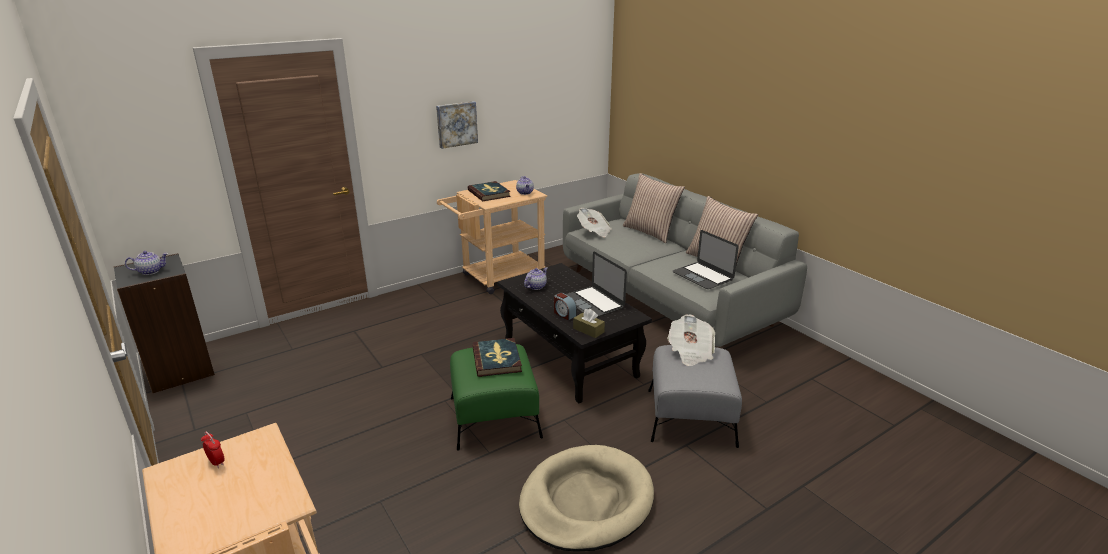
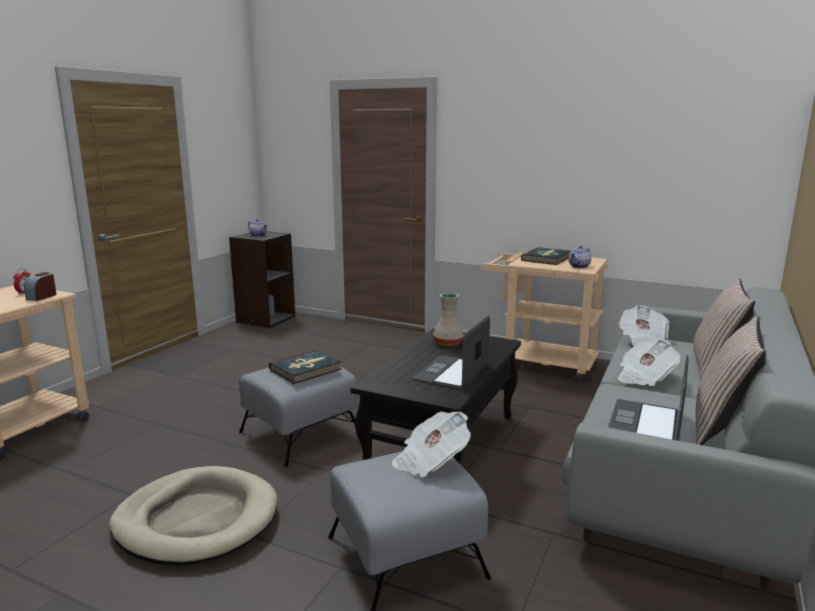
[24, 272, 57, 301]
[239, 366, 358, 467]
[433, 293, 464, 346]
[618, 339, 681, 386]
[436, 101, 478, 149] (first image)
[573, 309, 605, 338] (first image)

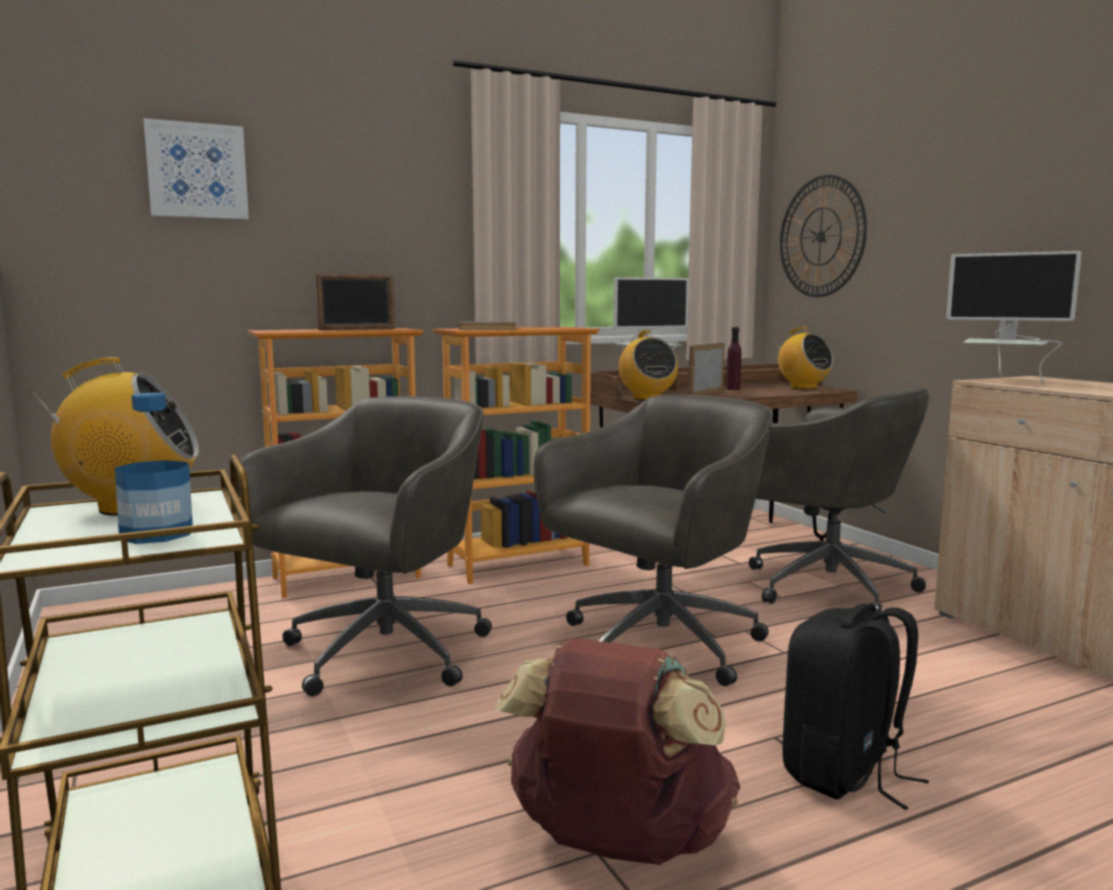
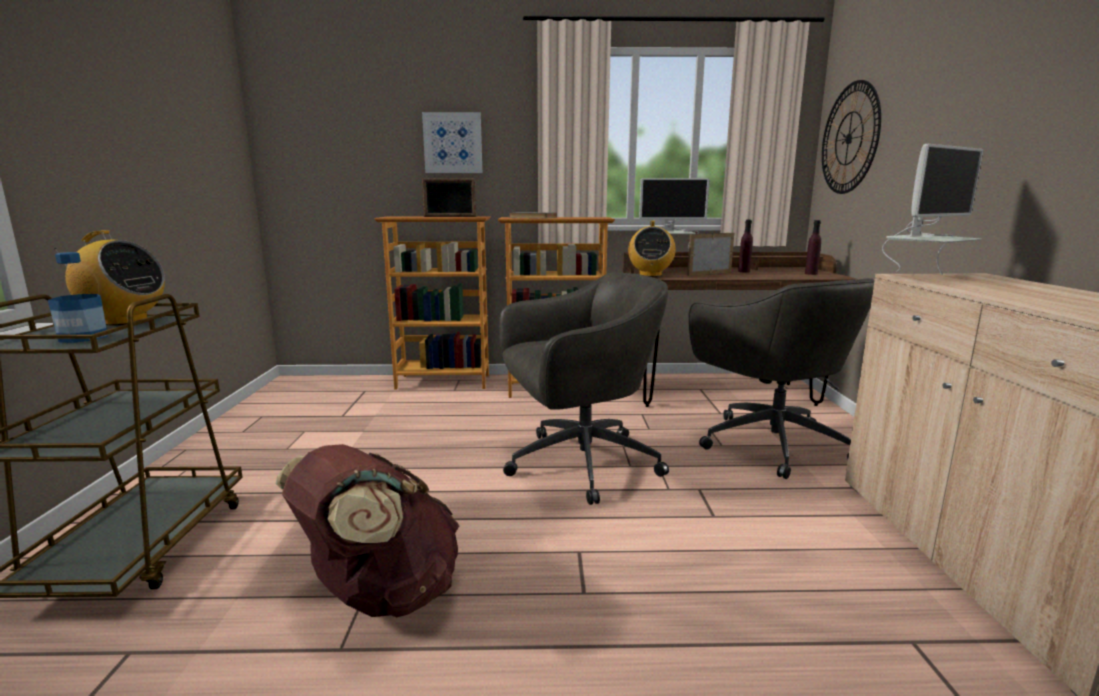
[422, 112, 482, 173]
[805, 220, 821, 275]
[882, 144, 983, 275]
[238, 396, 492, 696] (first image)
[782, 604, 929, 810] (first image)

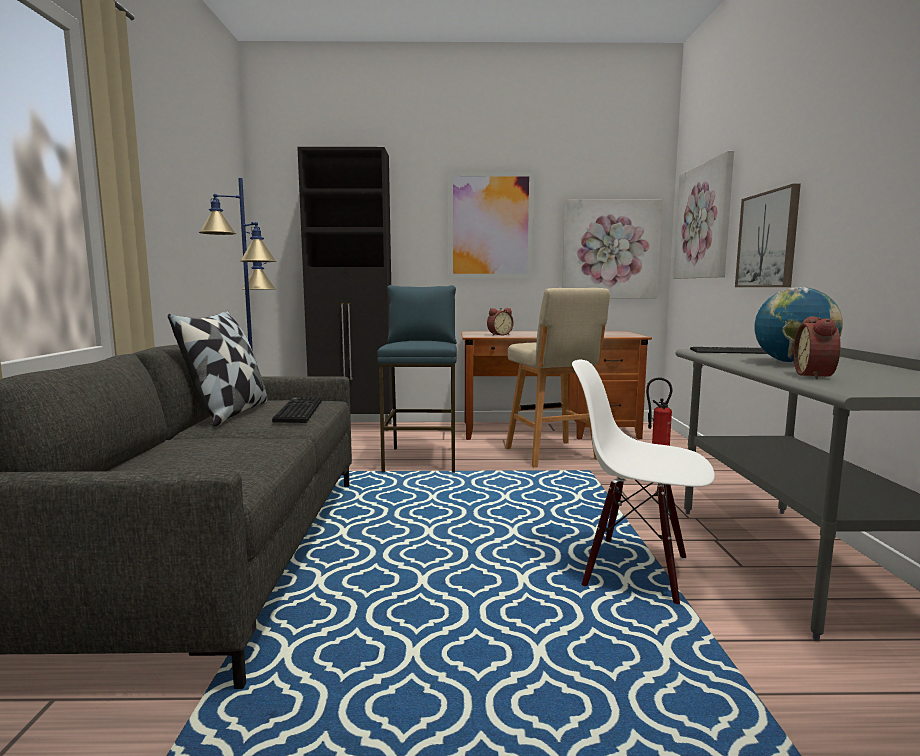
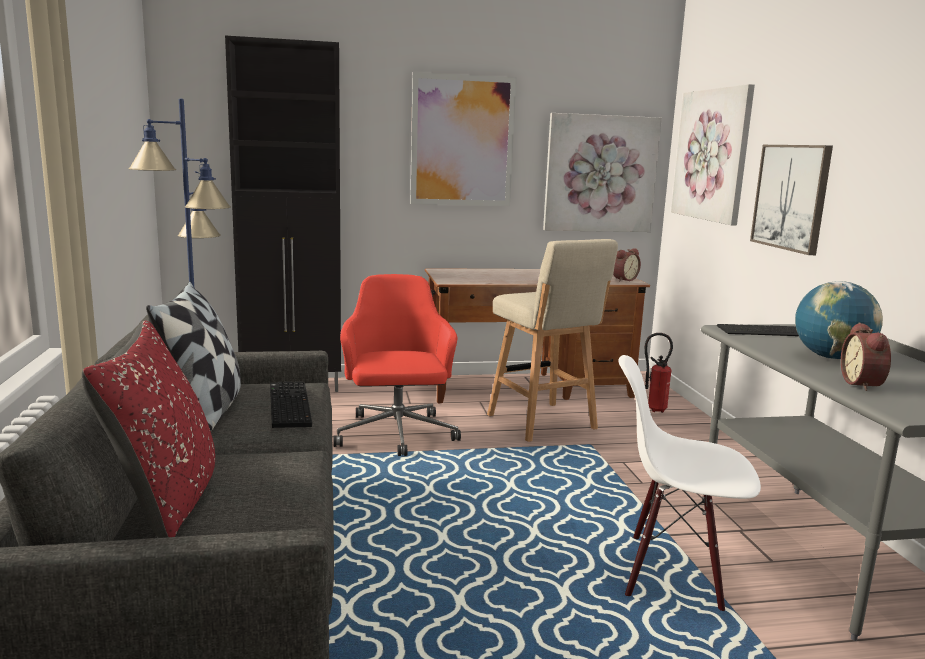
[82, 321, 215, 538]
[333, 274, 461, 456]
[613, 248, 641, 281]

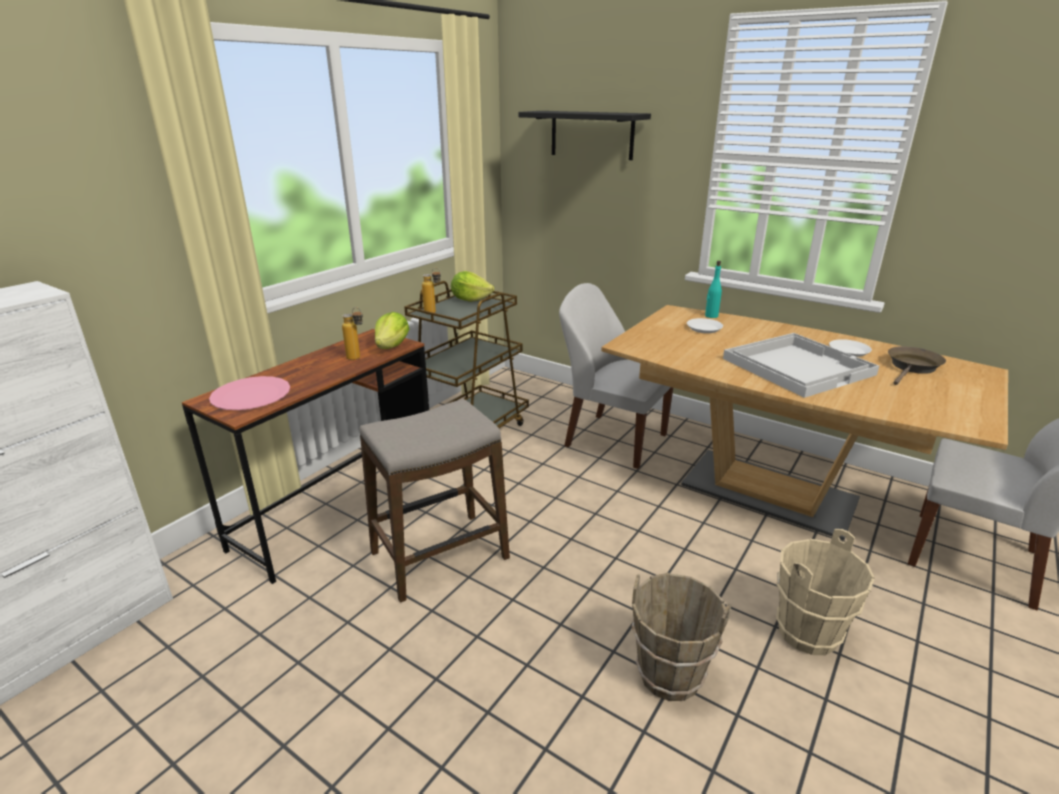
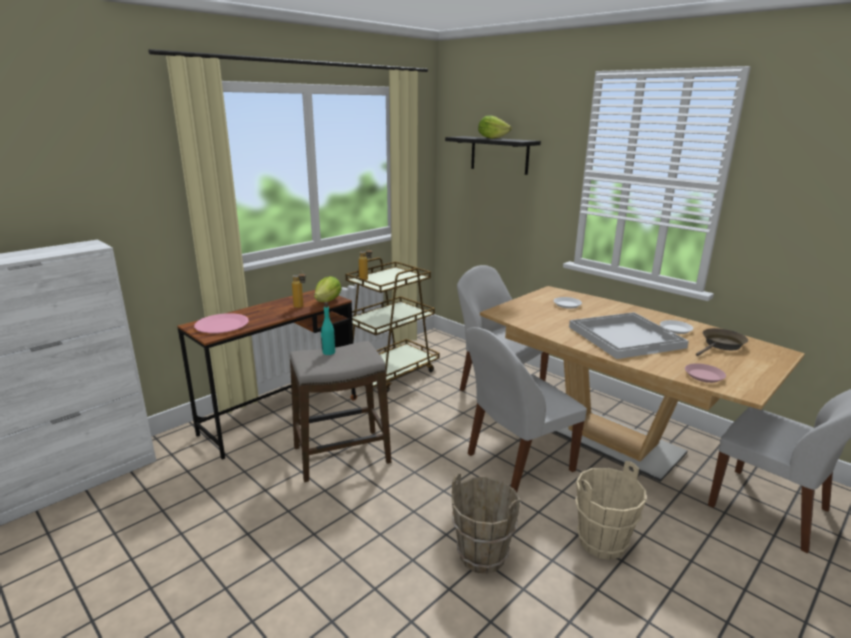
[321, 302, 335, 355]
[465, 327, 587, 492]
[478, 115, 512, 139]
[685, 363, 726, 383]

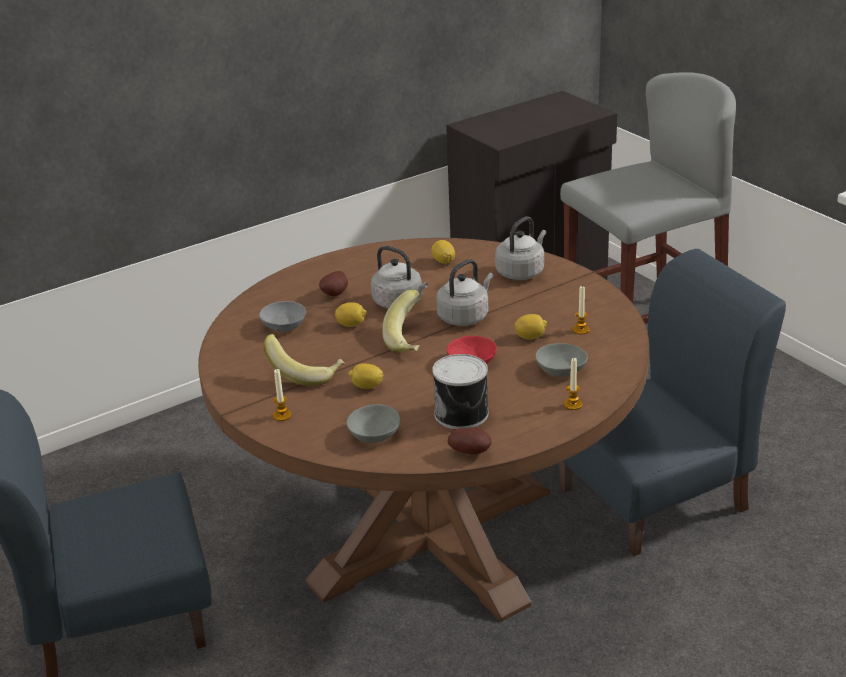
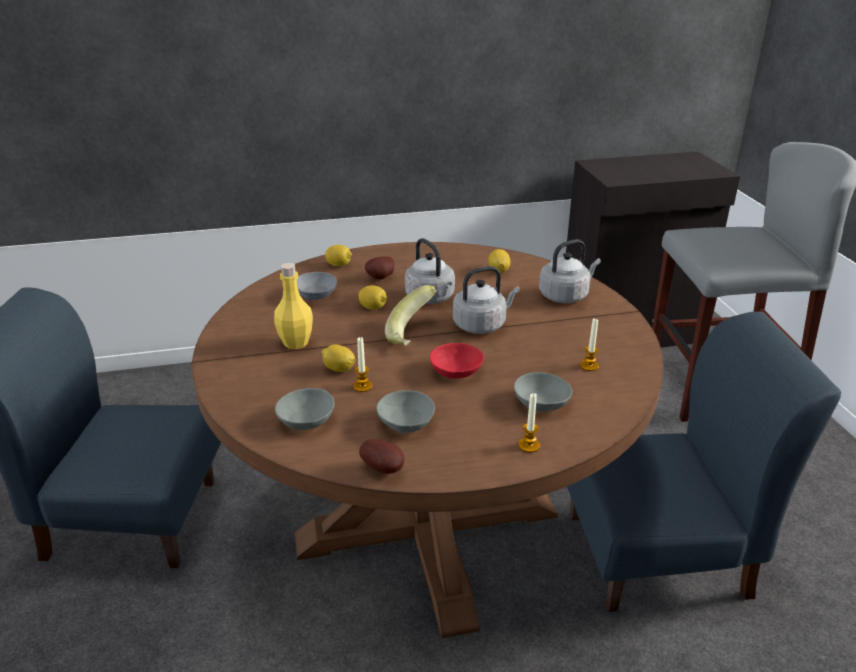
[274, 263, 313, 349]
[325, 245, 352, 266]
[353, 337, 373, 392]
[376, 390, 435, 433]

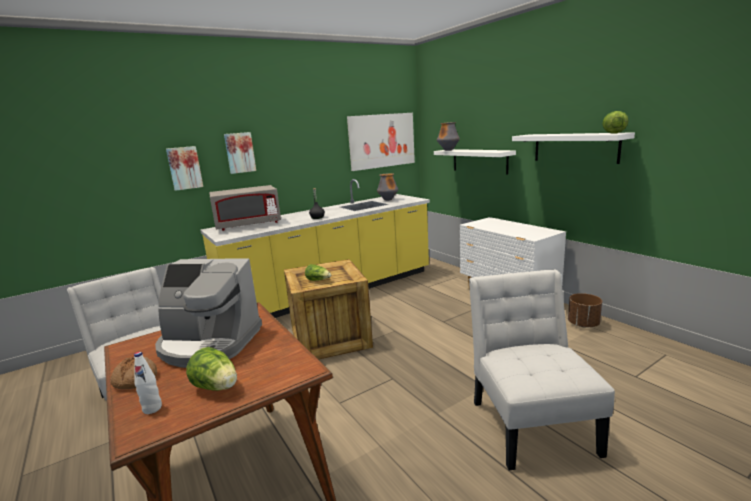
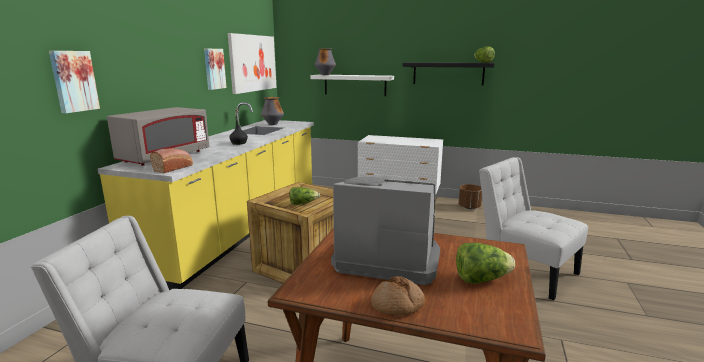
[150, 148, 193, 173]
[204, 49, 227, 90]
[331, 177, 440, 285]
[402, 62, 495, 85]
[134, 352, 162, 414] (first image)

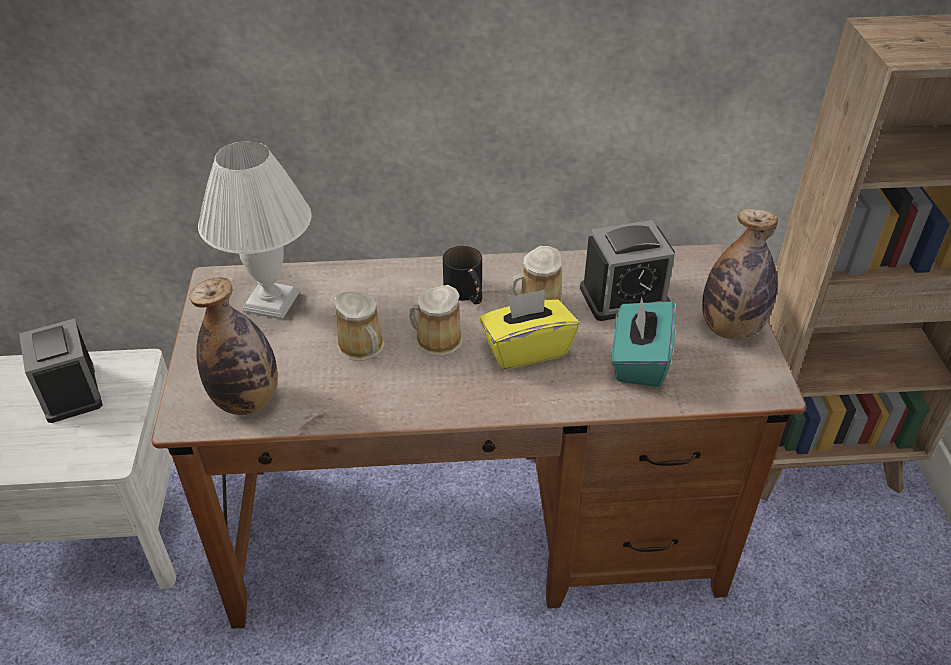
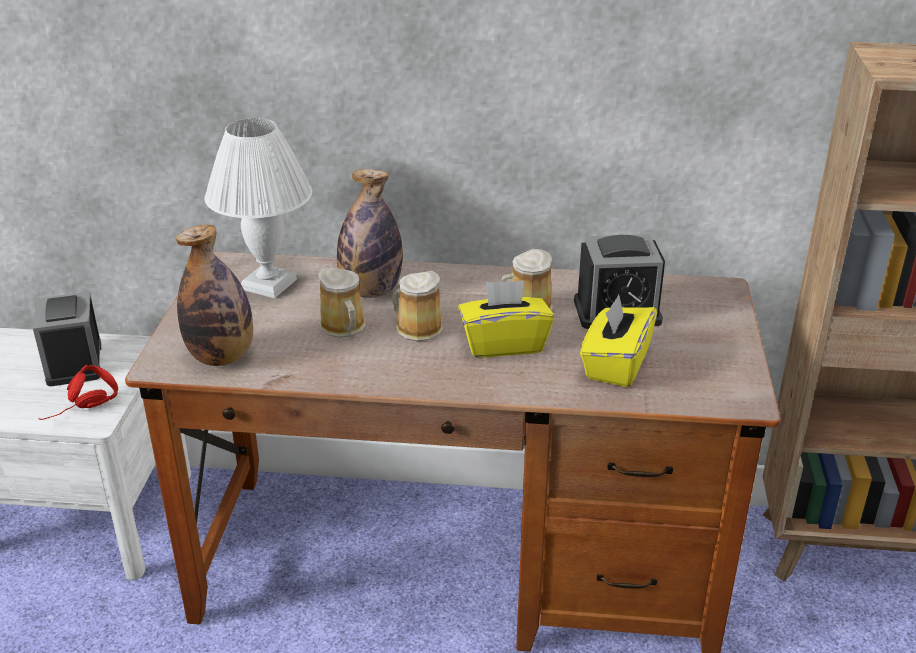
[38, 365, 118, 420]
[337, 169, 403, 298]
[580, 295, 657, 387]
[443, 246, 482, 304] (first image)

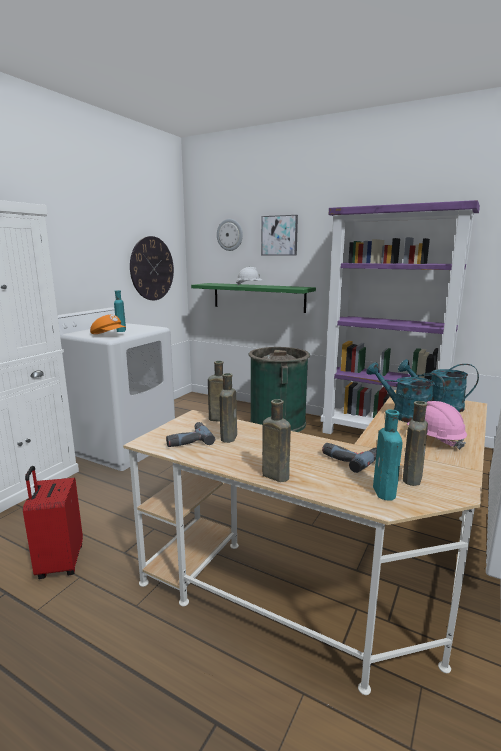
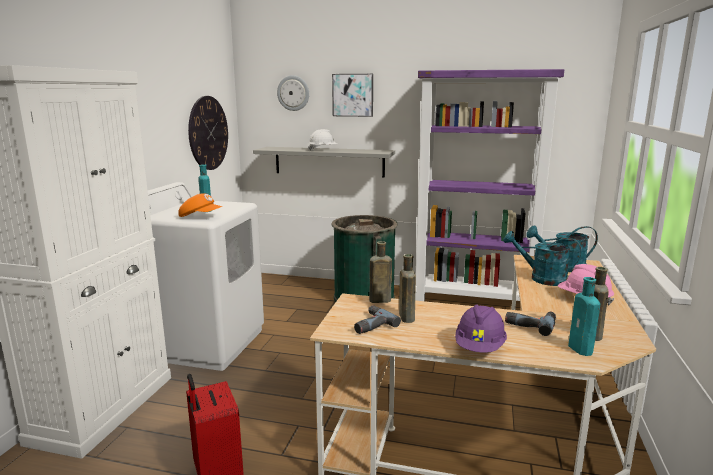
[253, 147, 395, 178]
[455, 304, 507, 353]

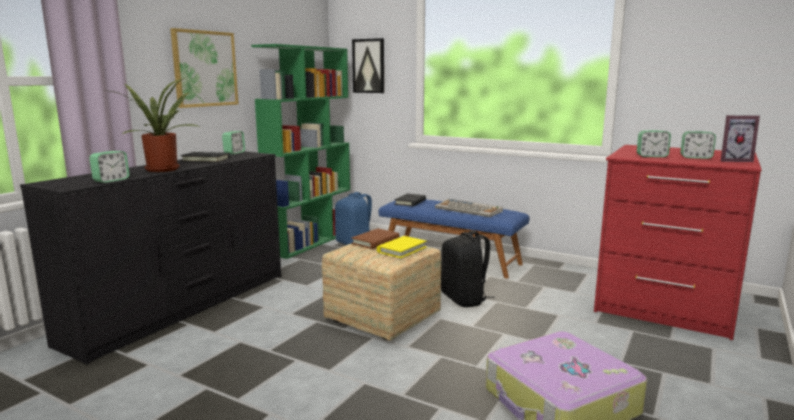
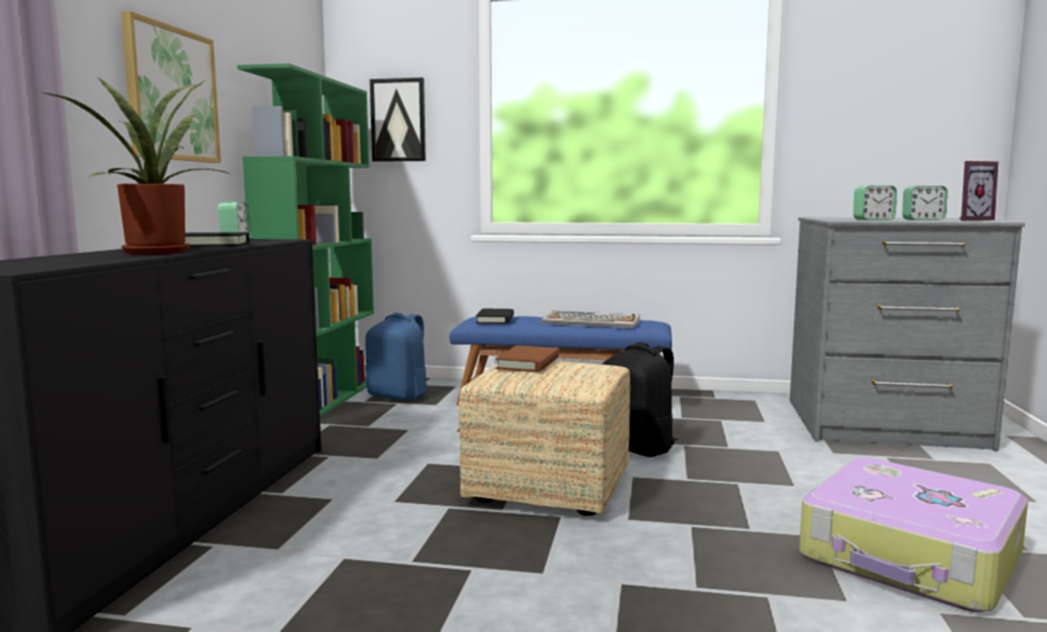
[790, 217, 1025, 451]
[89, 151, 130, 183] (first image)
[377, 236, 427, 258] (first image)

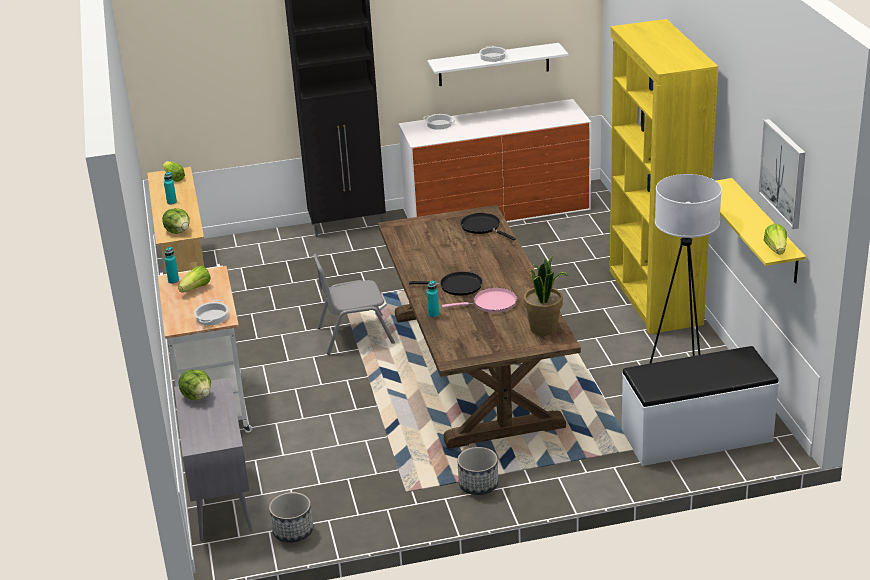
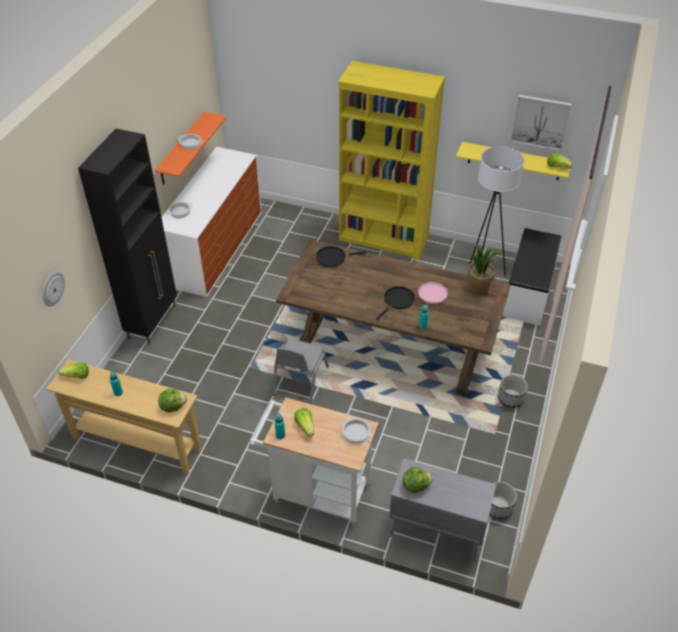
[43, 272, 65, 306]
[155, 112, 227, 185]

